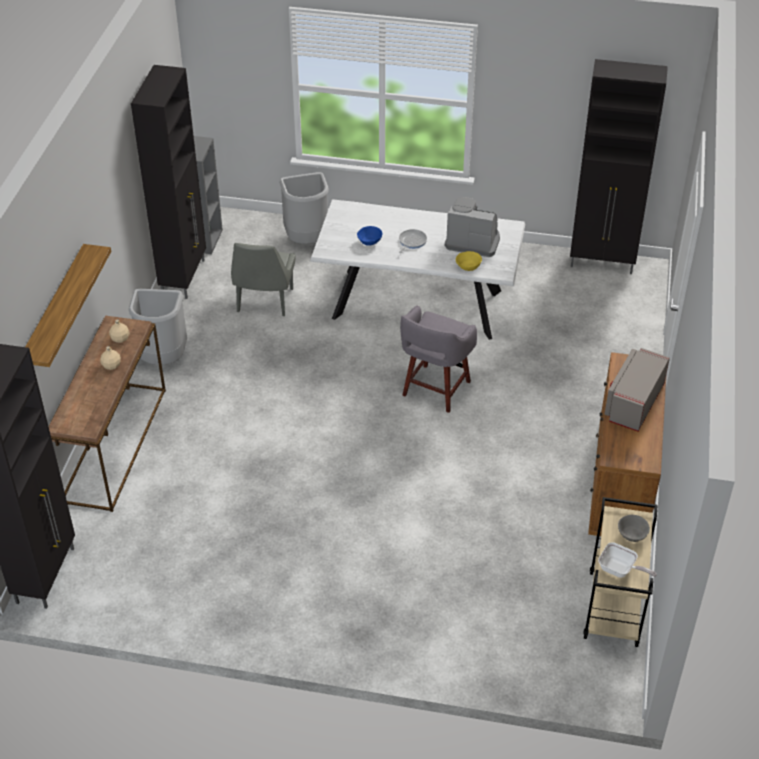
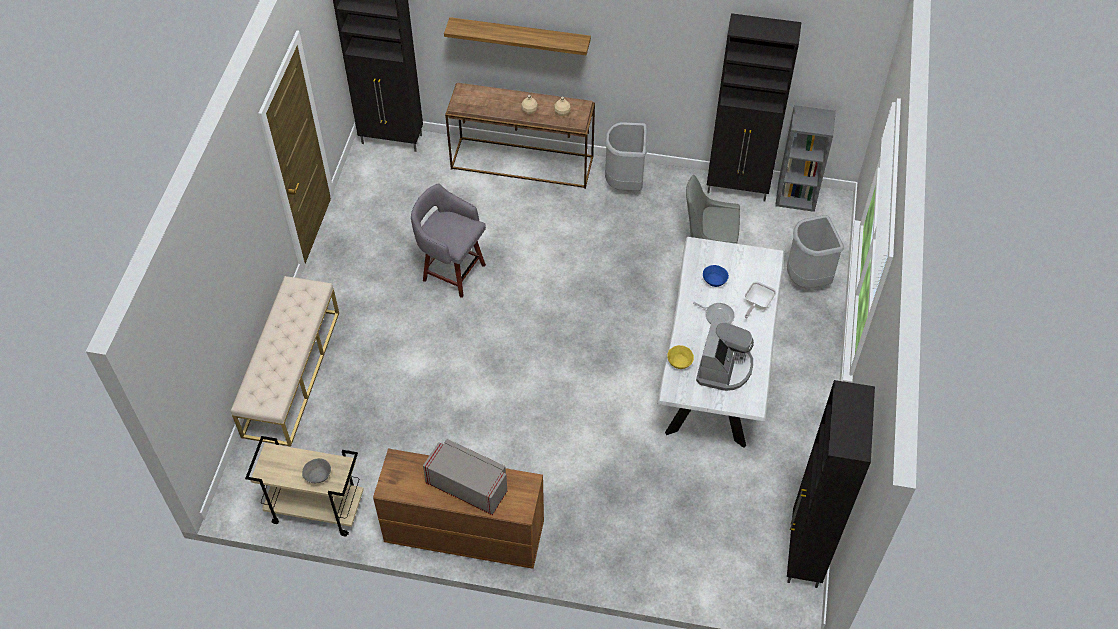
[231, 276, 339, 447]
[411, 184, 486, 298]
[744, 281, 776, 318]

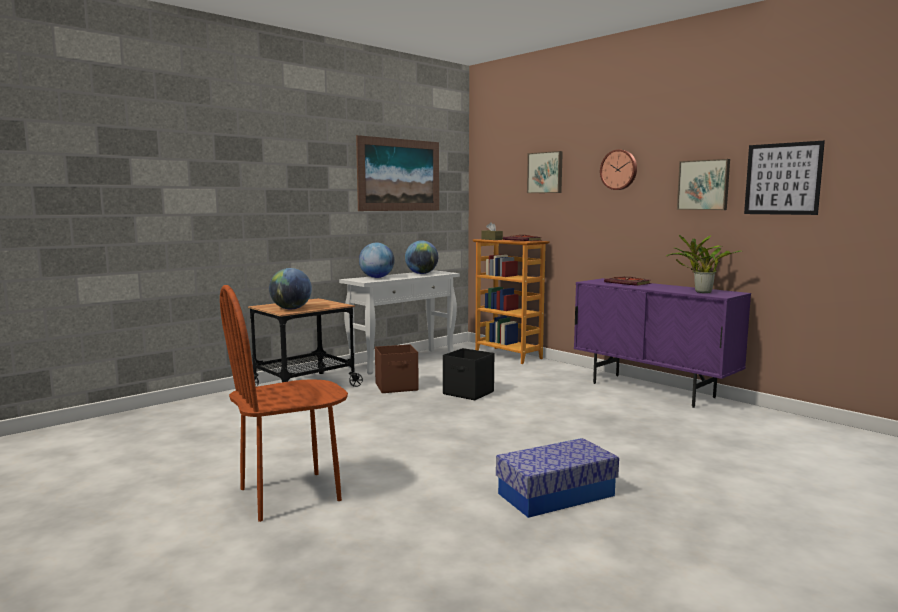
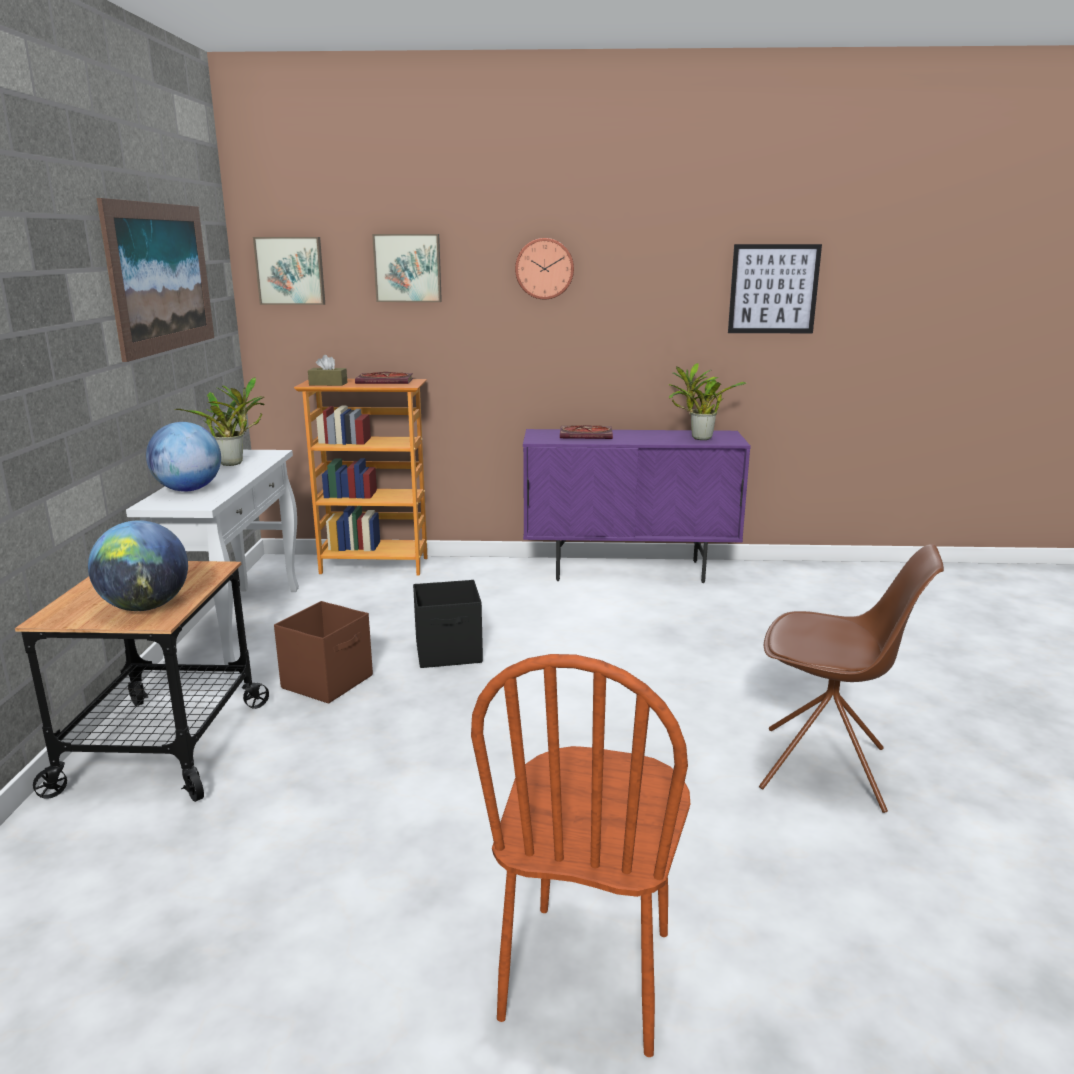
[175, 377, 264, 466]
[253, 237, 325, 305]
[759, 544, 944, 813]

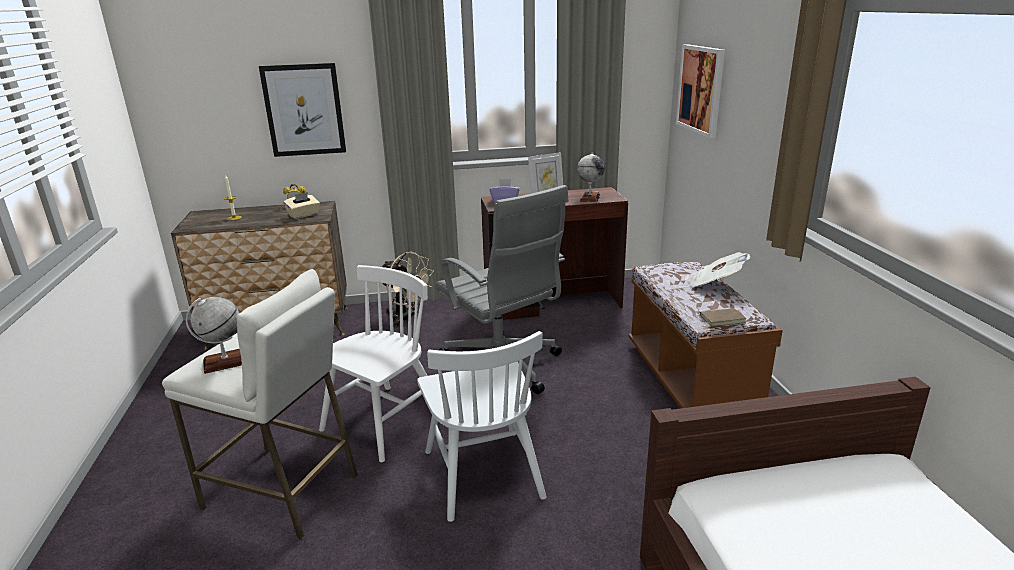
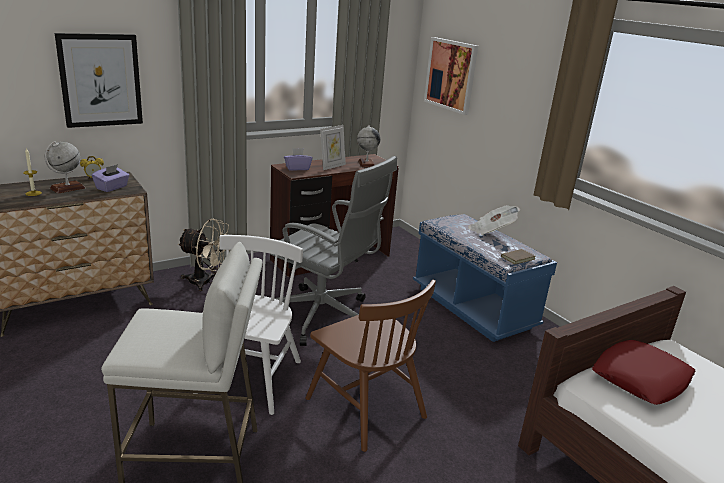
[45, 141, 85, 194]
[92, 164, 130, 192]
[305, 279, 436, 452]
[413, 214, 557, 342]
[592, 340, 696, 405]

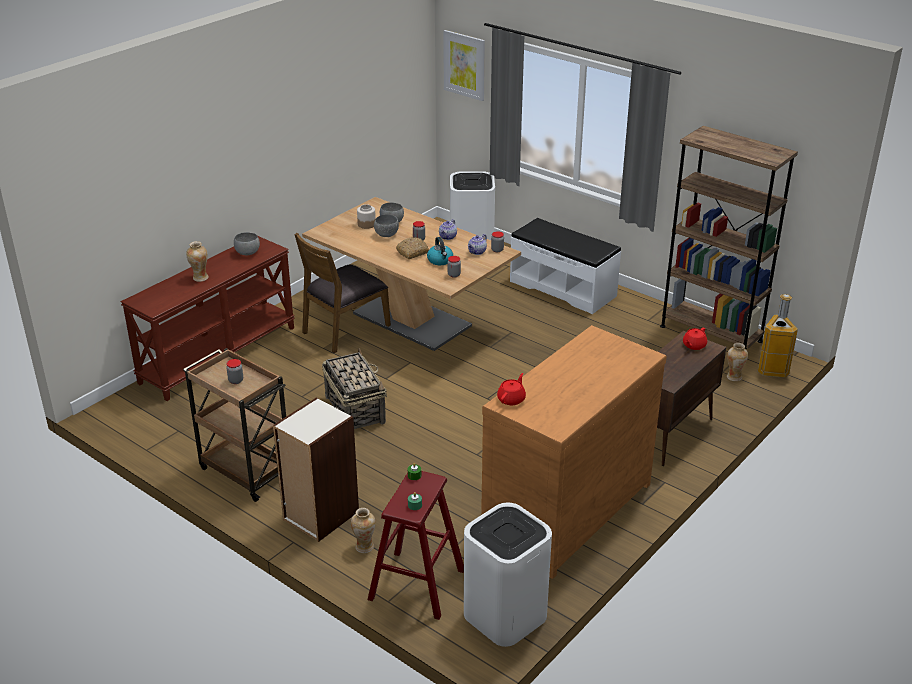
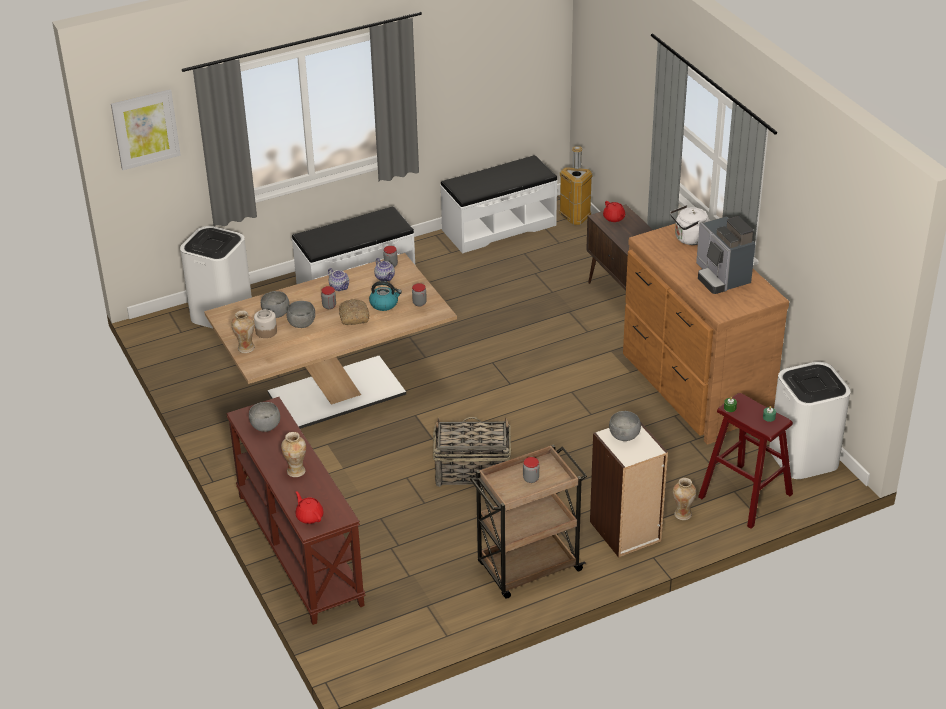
[231, 310, 255, 353]
[295, 491, 324, 524]
[440, 155, 558, 254]
[609, 411, 641, 441]
[670, 205, 710, 245]
[696, 216, 755, 294]
[294, 233, 391, 353] (first image)

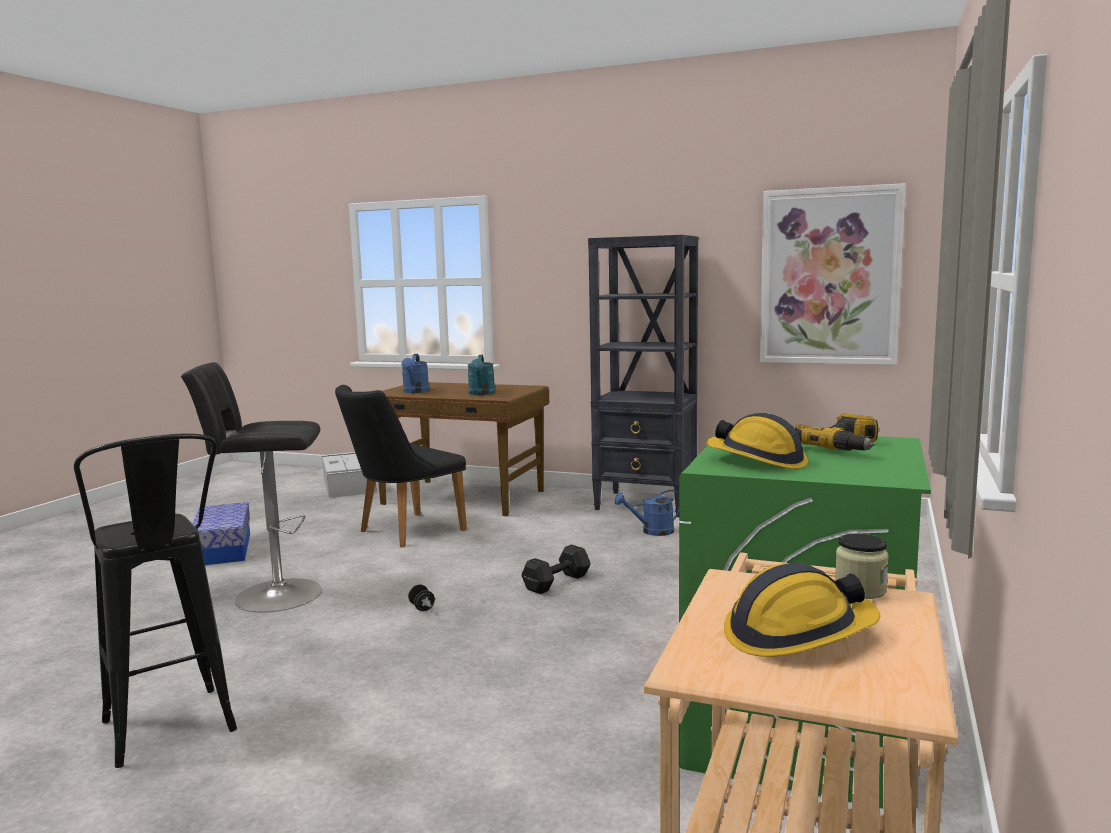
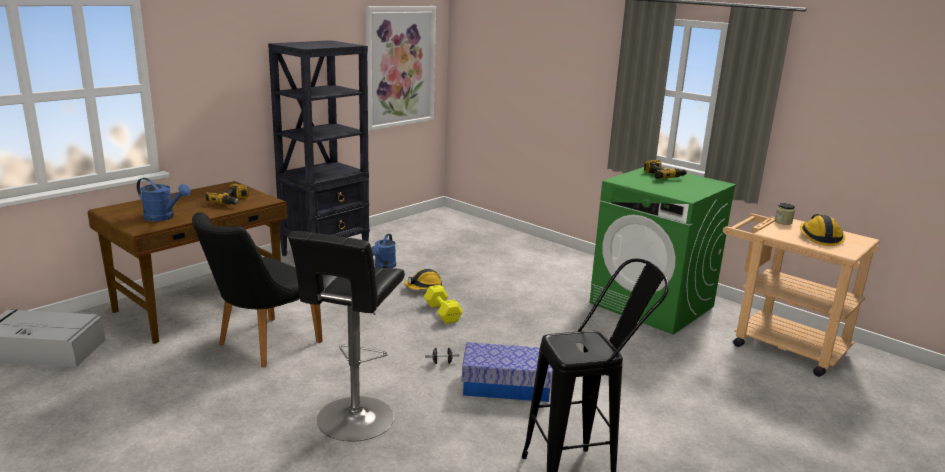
[192, 212, 323, 367]
[205, 184, 249, 205]
[404, 269, 444, 290]
[424, 285, 463, 324]
[462, 342, 553, 402]

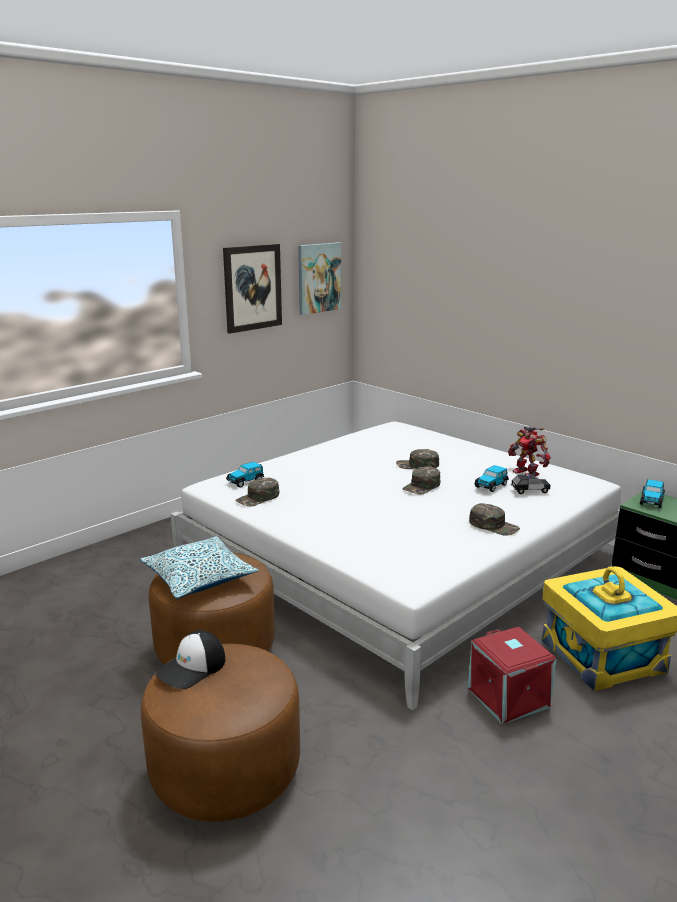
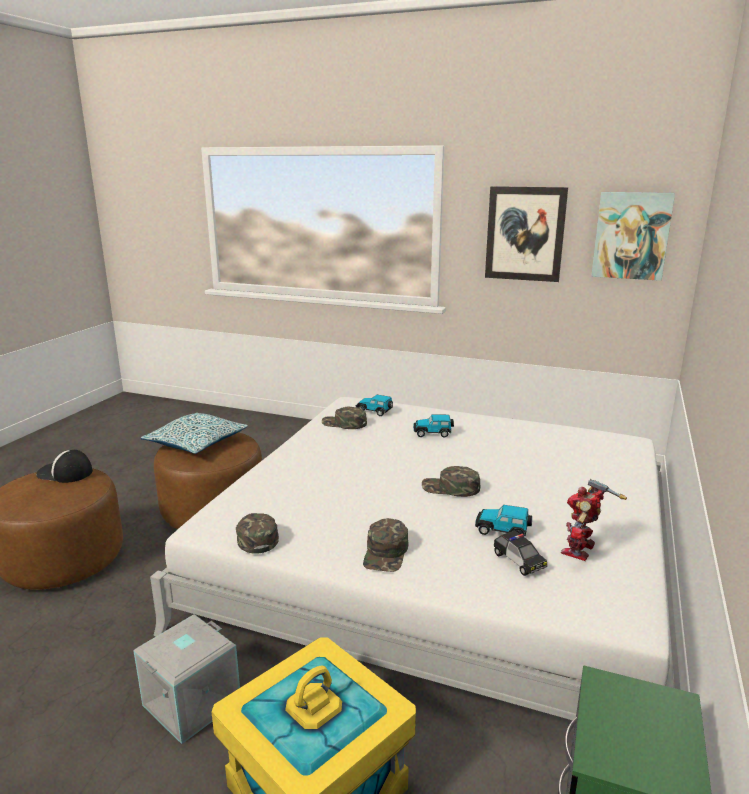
[133, 614, 240, 744]
[236, 513, 279, 554]
[413, 415, 454, 437]

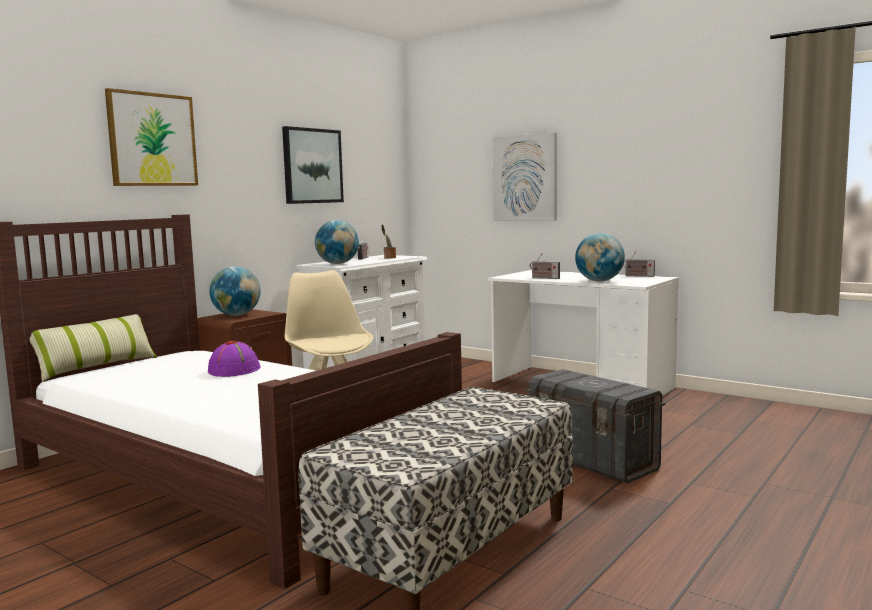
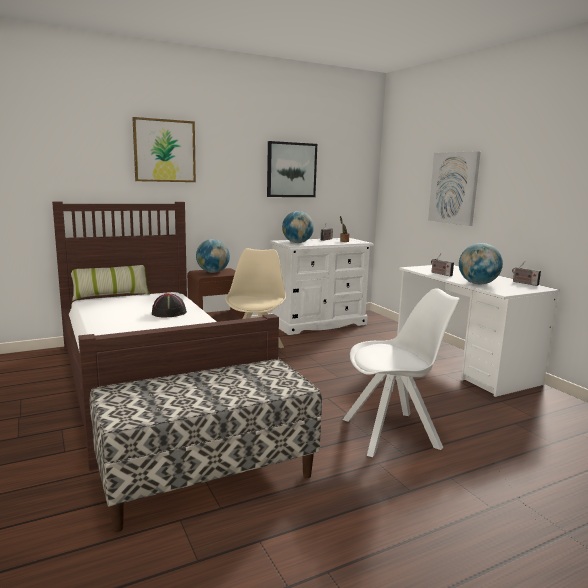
[152, 293, 187, 317]
[342, 288, 460, 457]

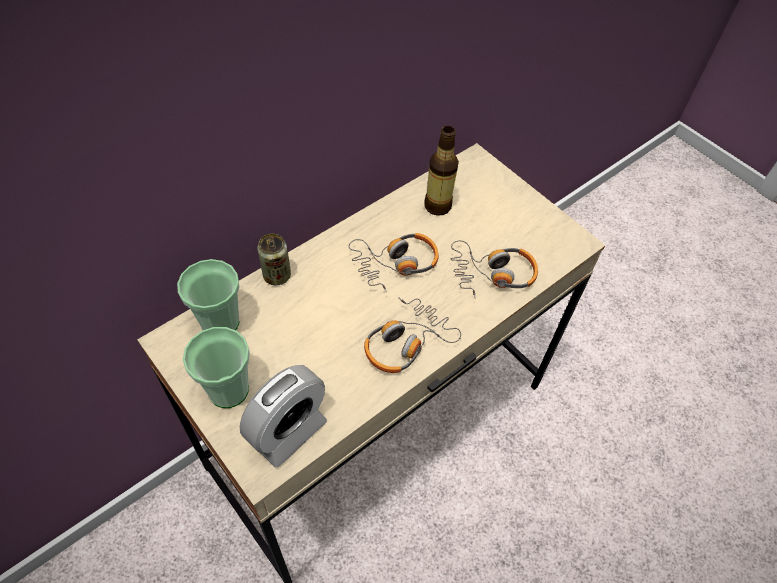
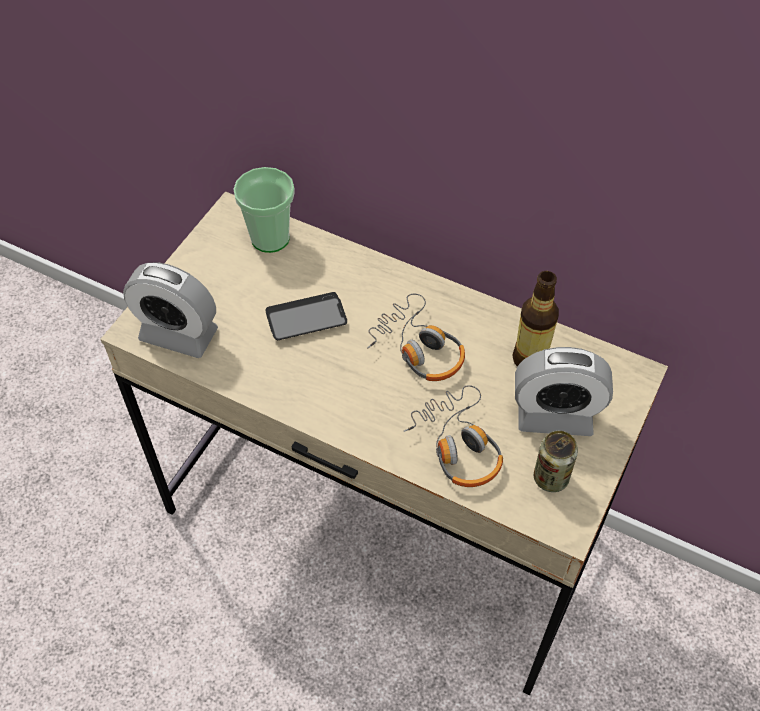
[266, 292, 347, 340]
[515, 347, 613, 436]
[534, 431, 578, 492]
[183, 327, 250, 408] (first image)
[364, 297, 461, 373] (first image)

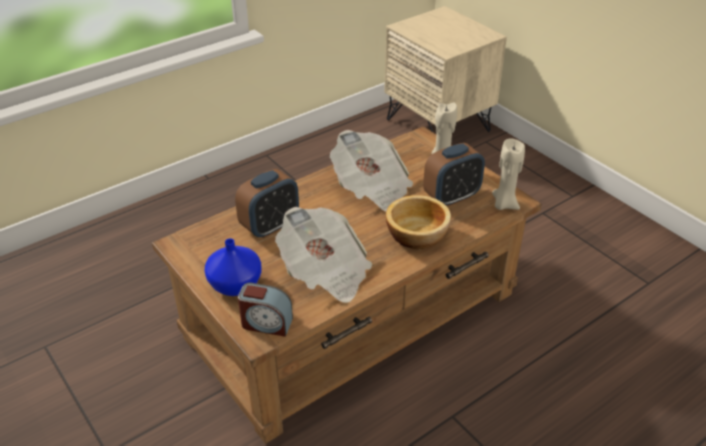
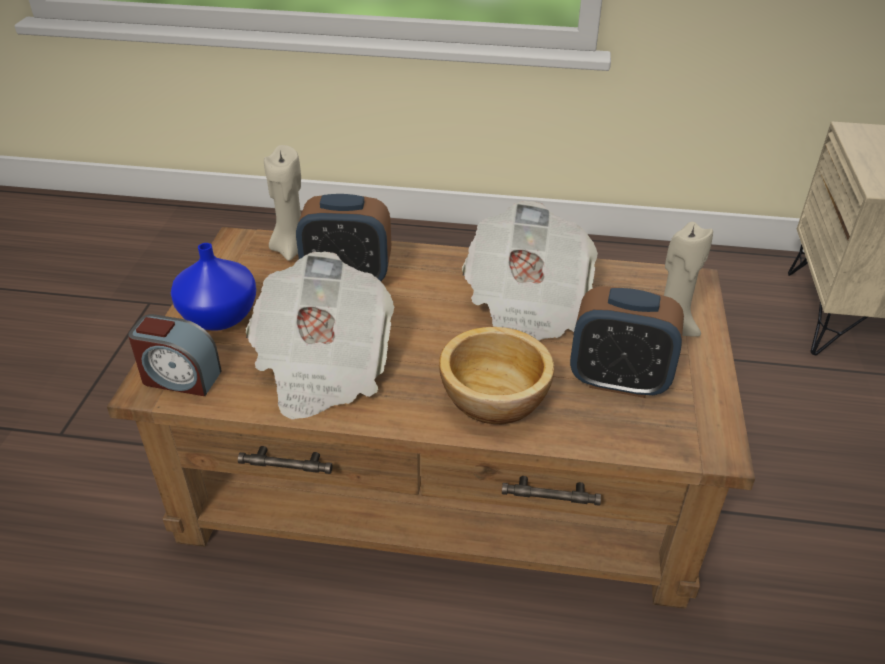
[128, 314, 222, 396]
[264, 145, 301, 261]

